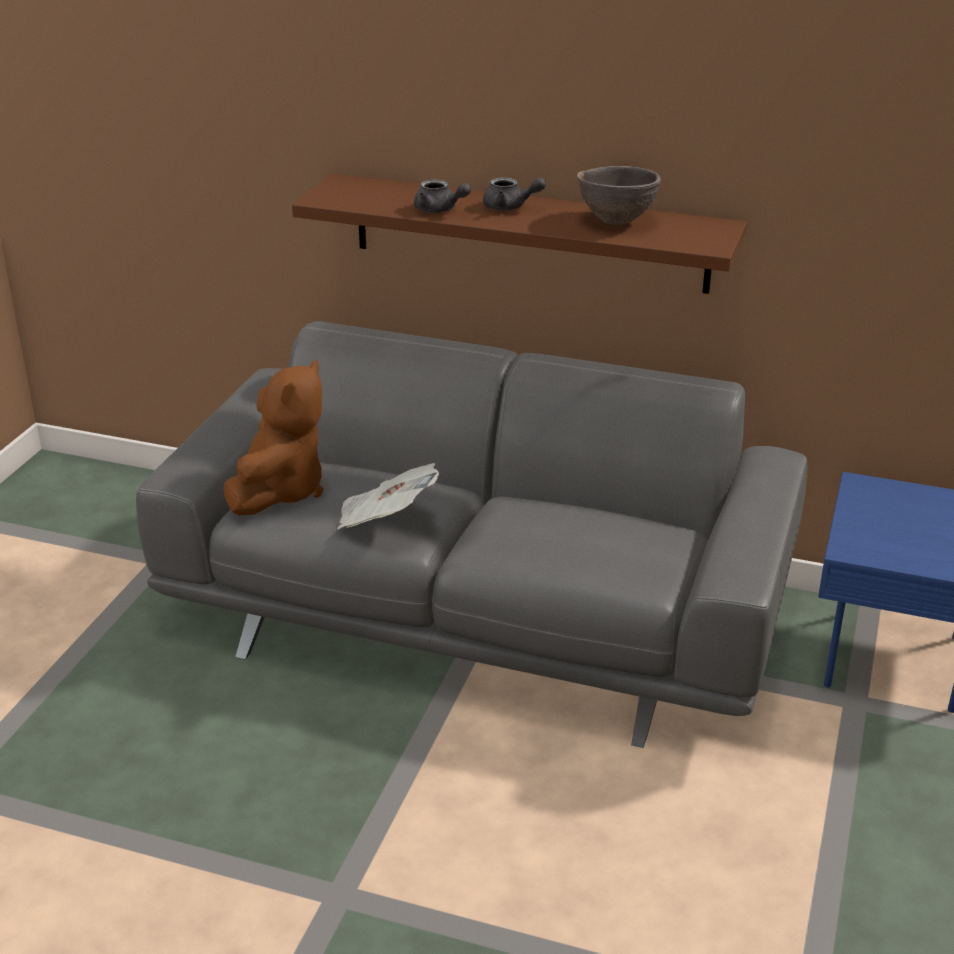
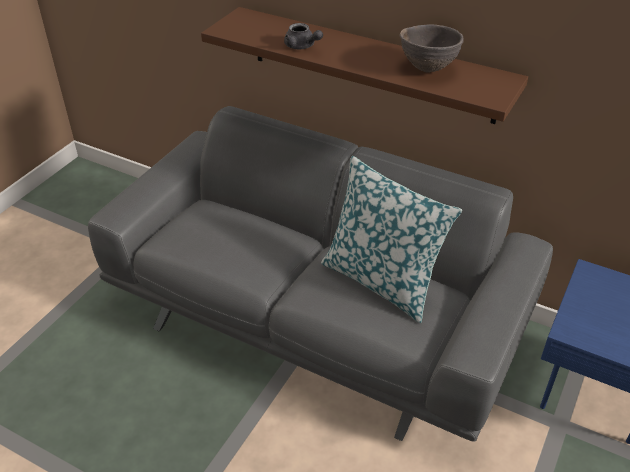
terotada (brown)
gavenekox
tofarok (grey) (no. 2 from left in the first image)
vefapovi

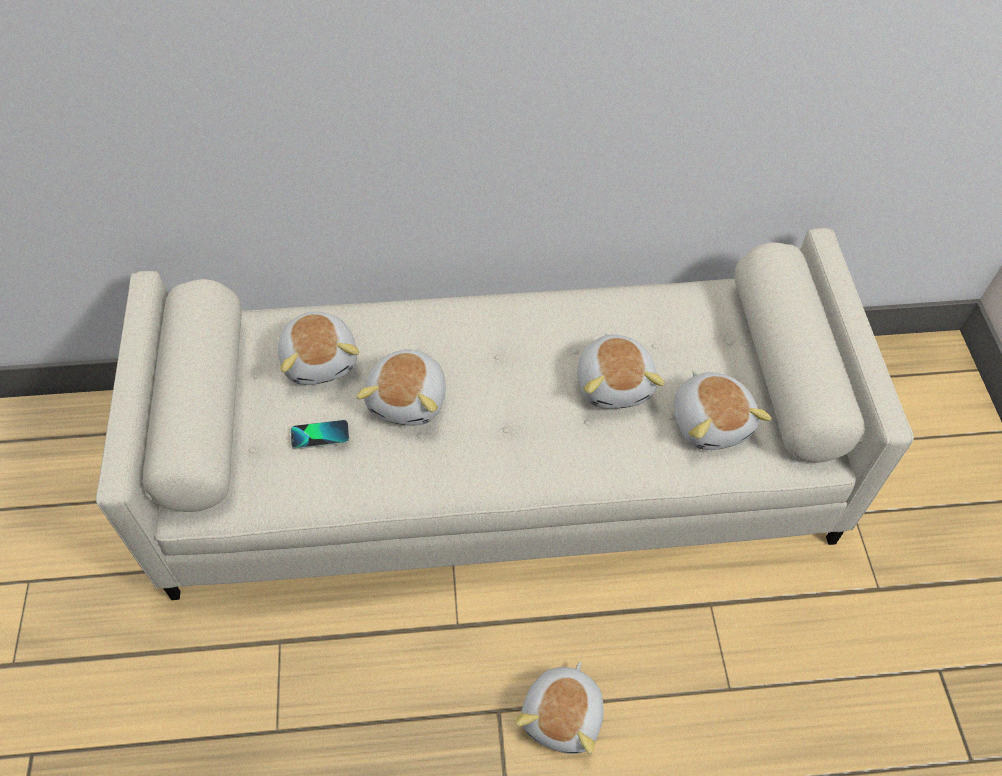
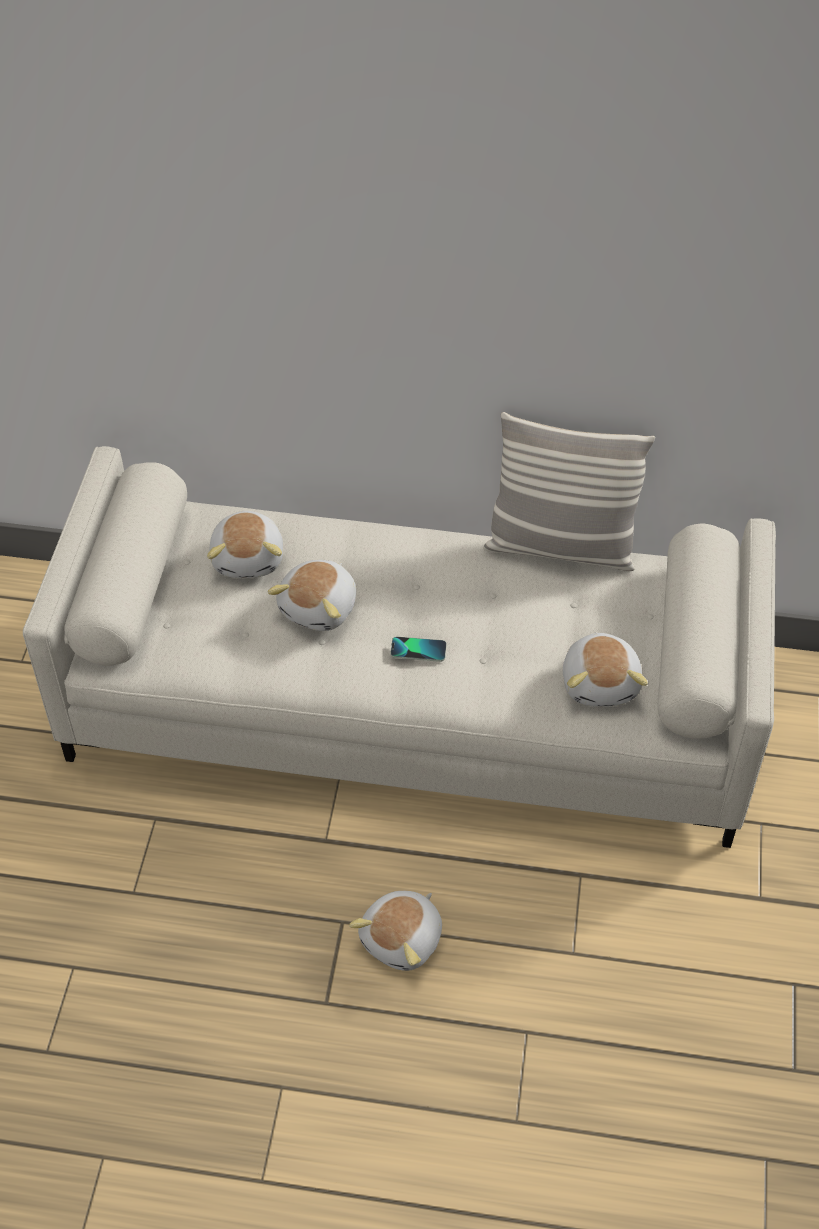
terotada (no. 4 from left in the first image)
vefapovi
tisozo

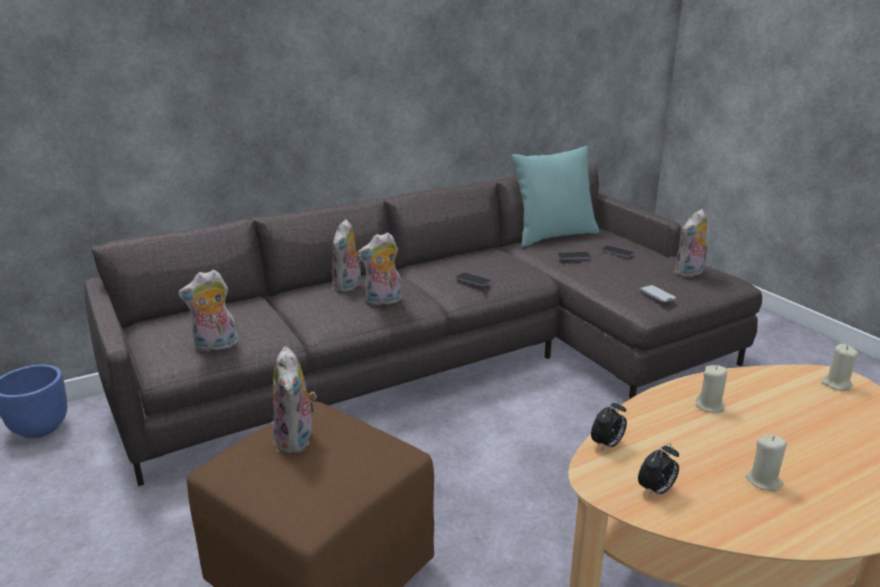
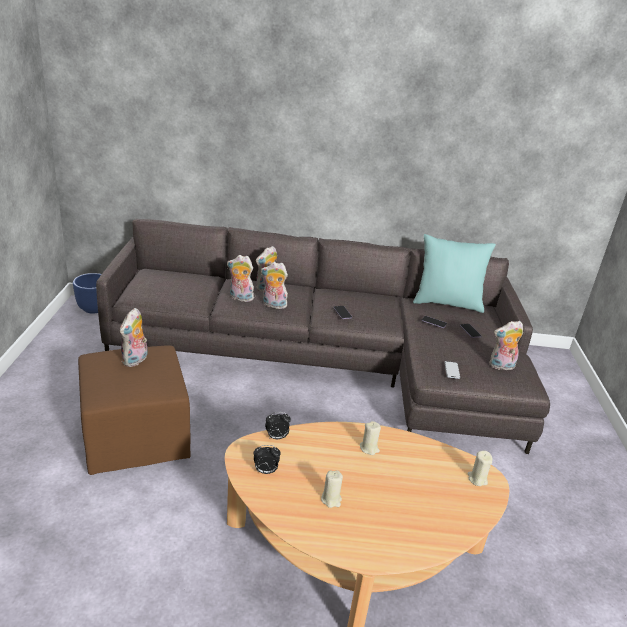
terotada (no. 2 from left)

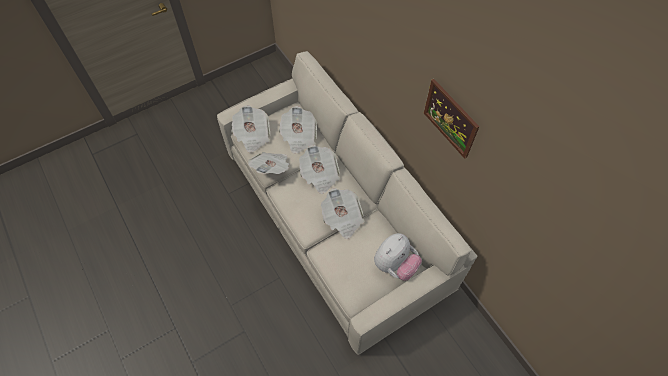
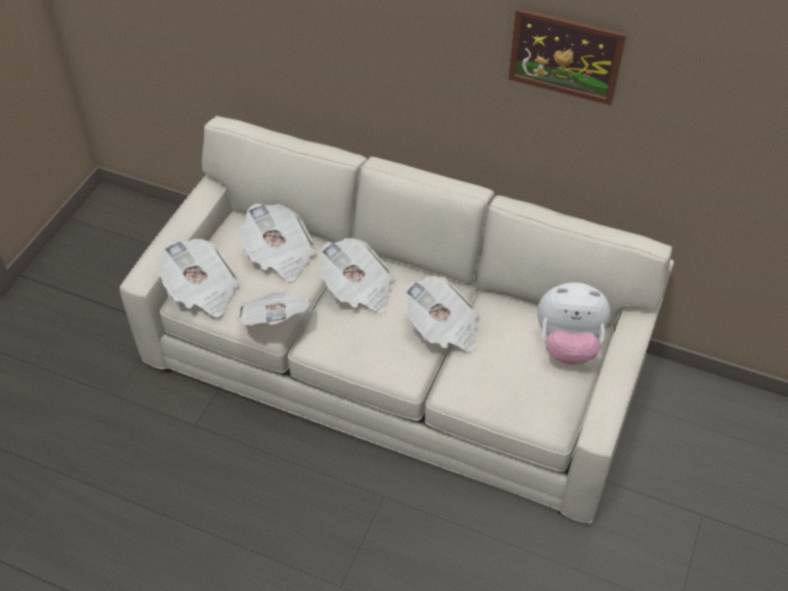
terotada

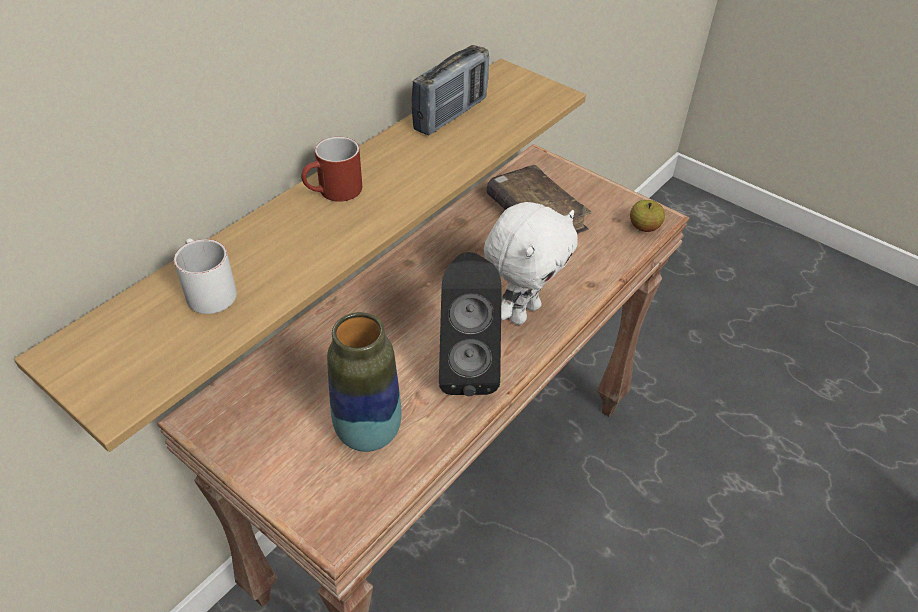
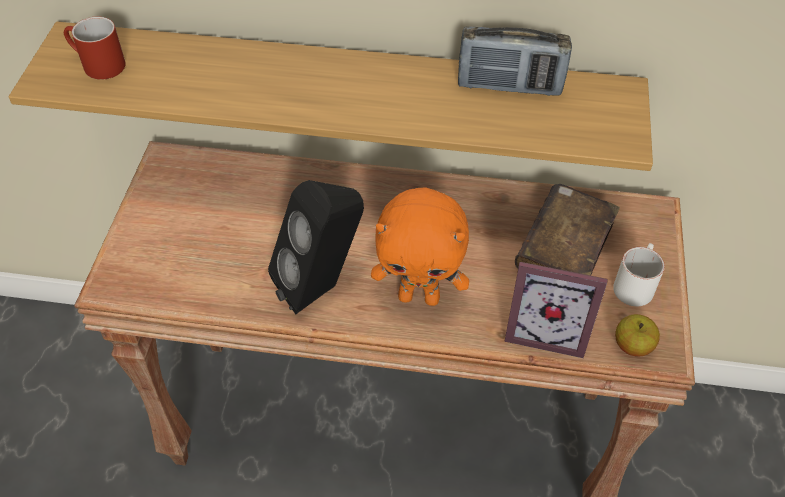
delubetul
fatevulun
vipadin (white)
vipadin (red)
terotada (orange)

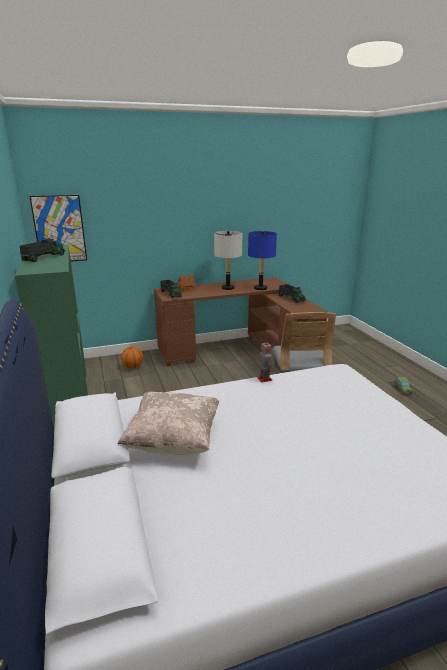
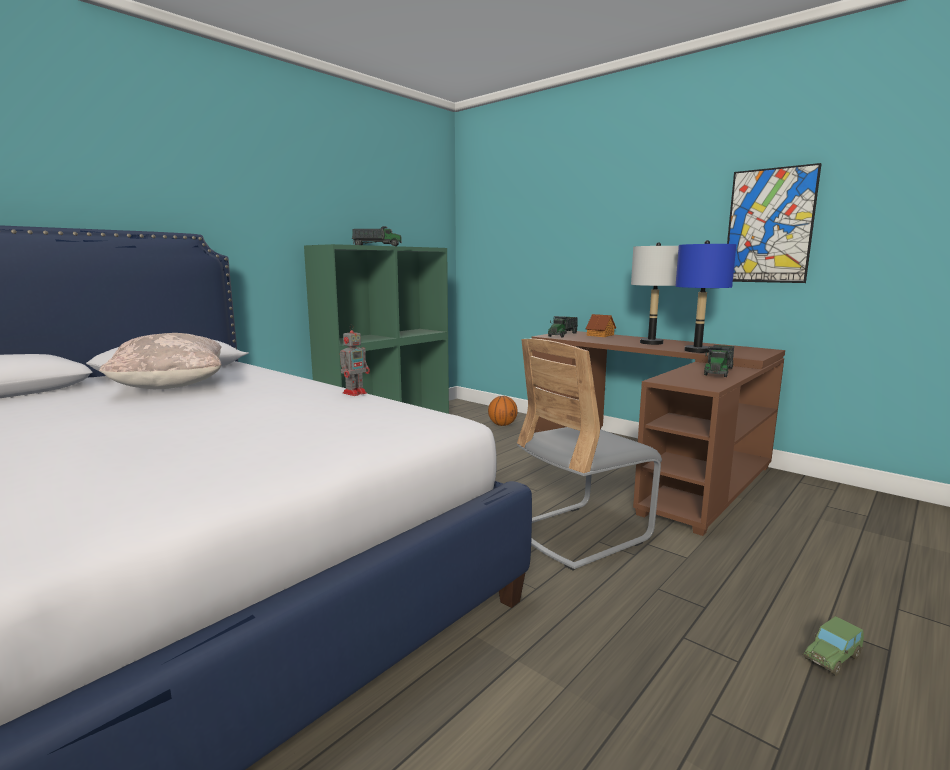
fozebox

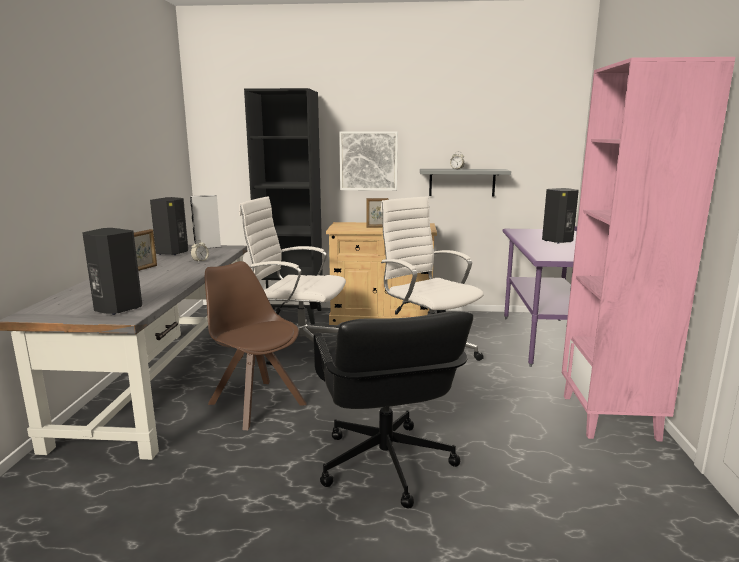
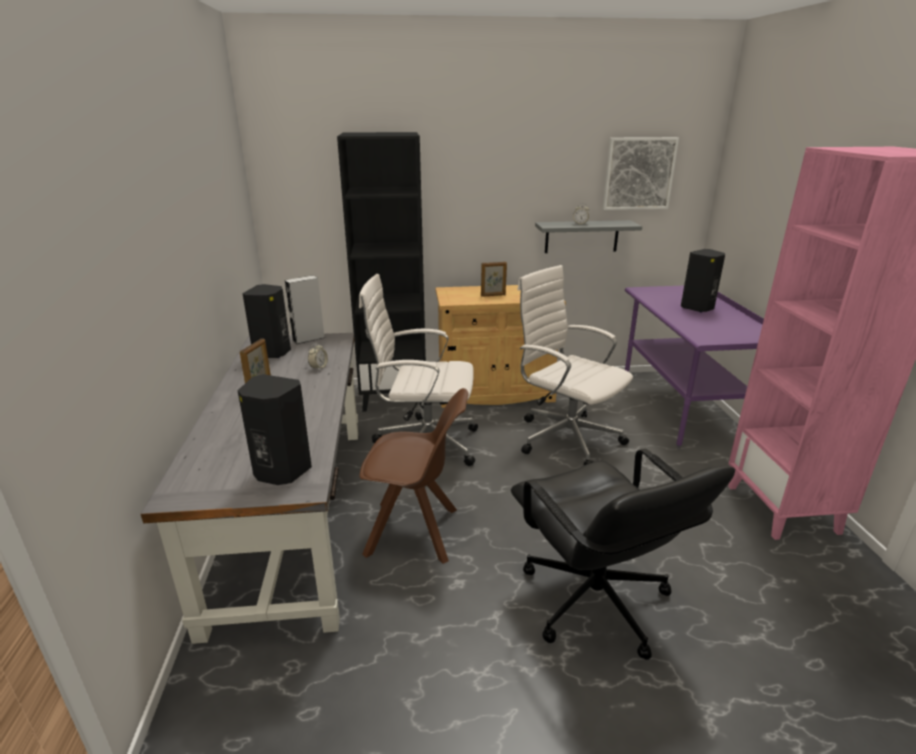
fozebox
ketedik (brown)

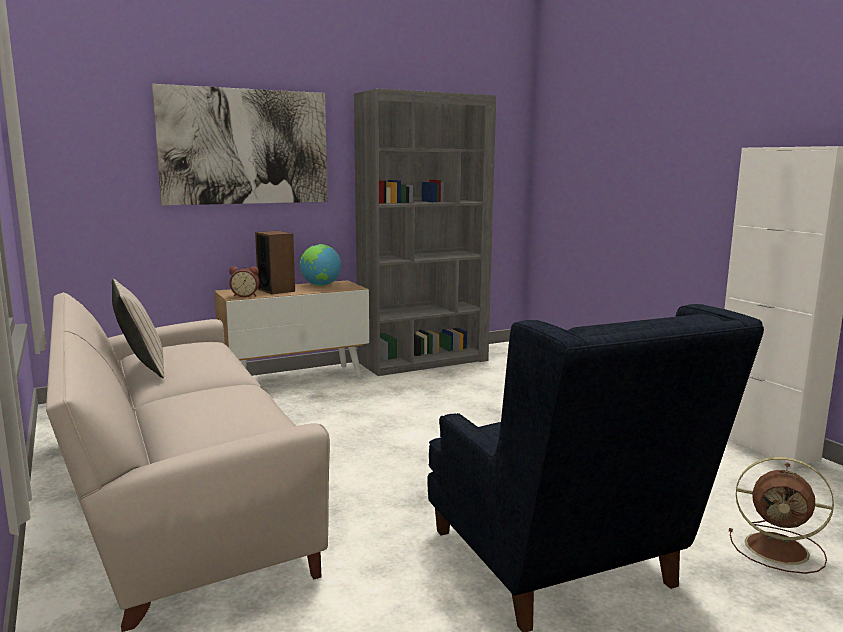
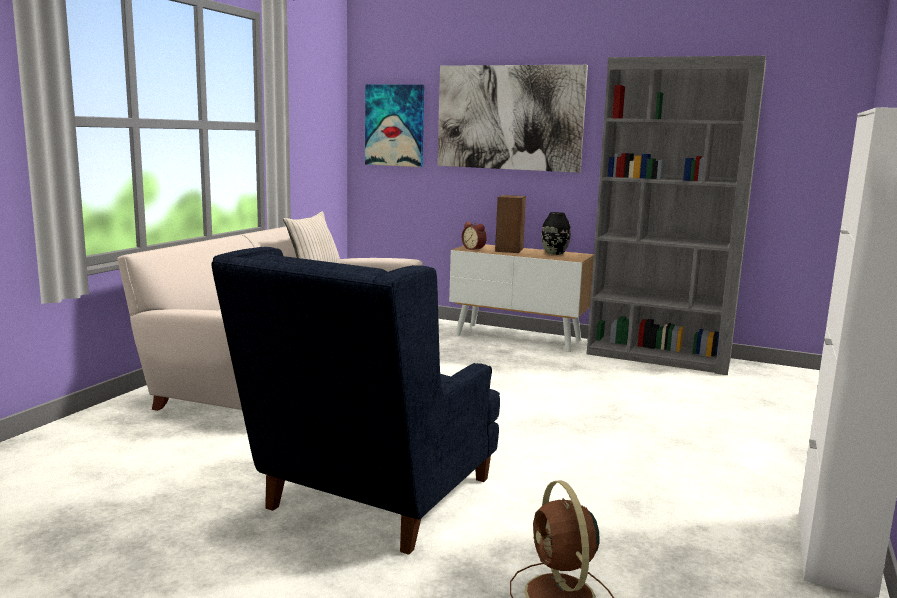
fozebox (no. 1 from left)
delubetul (black)

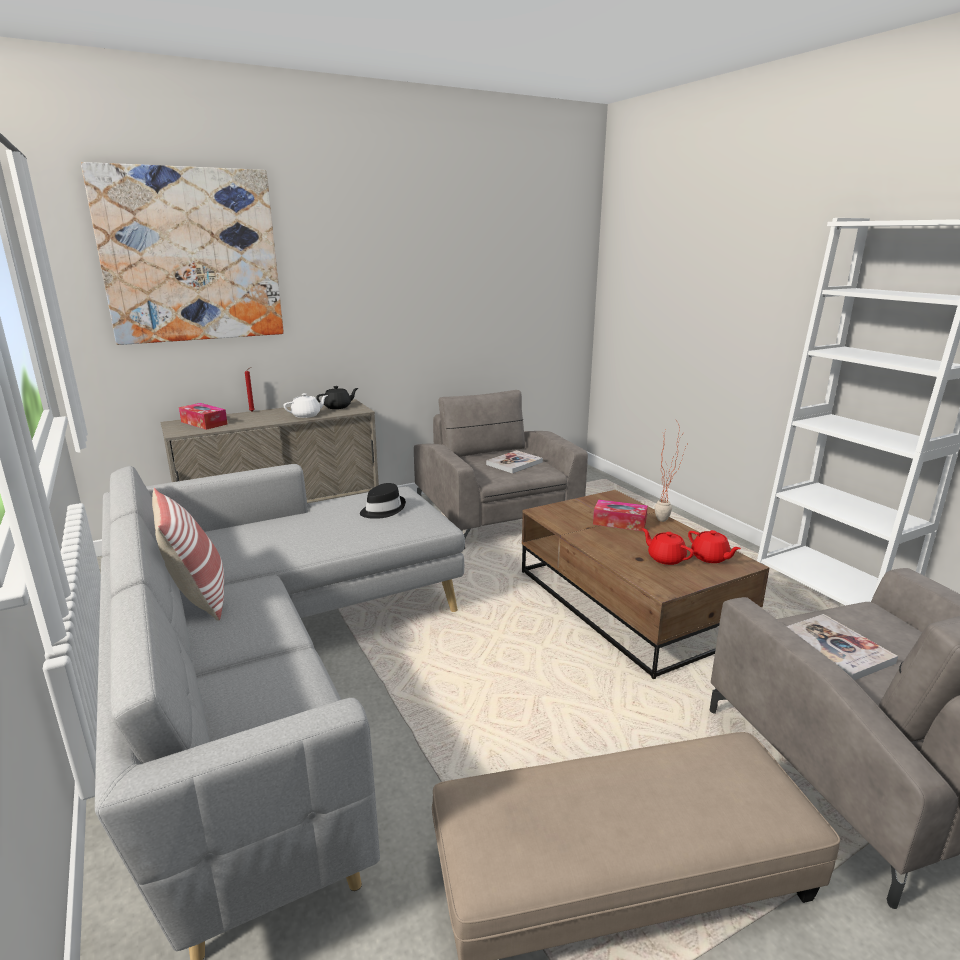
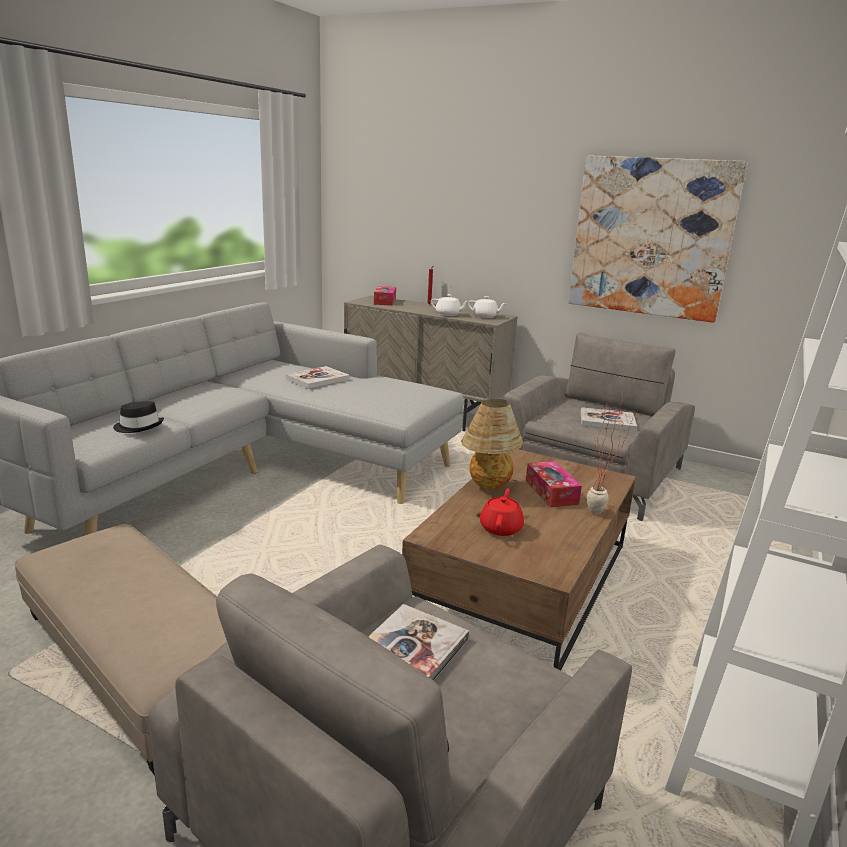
vefapovi
tofarok (red) (no. 2 from left in the first image)
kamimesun (no. 1 from left)
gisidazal
fozebox
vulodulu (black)
tofarok (white) (no. 2 from left)

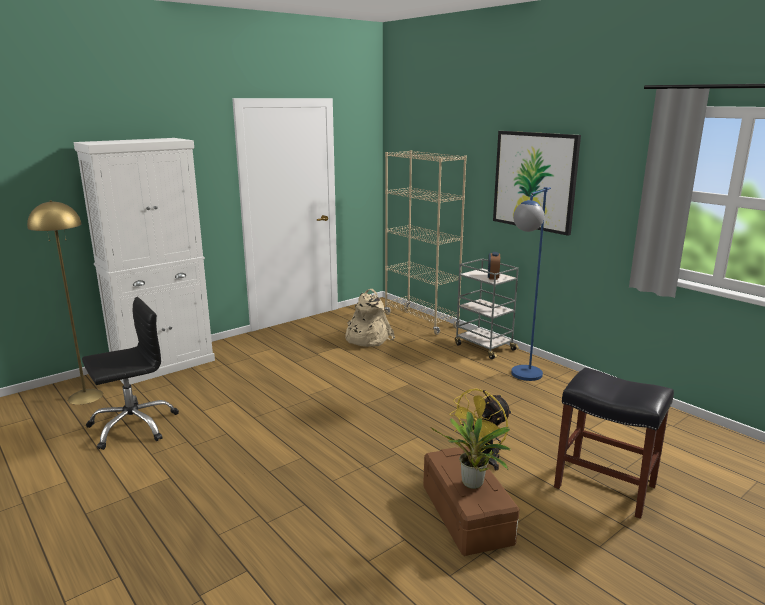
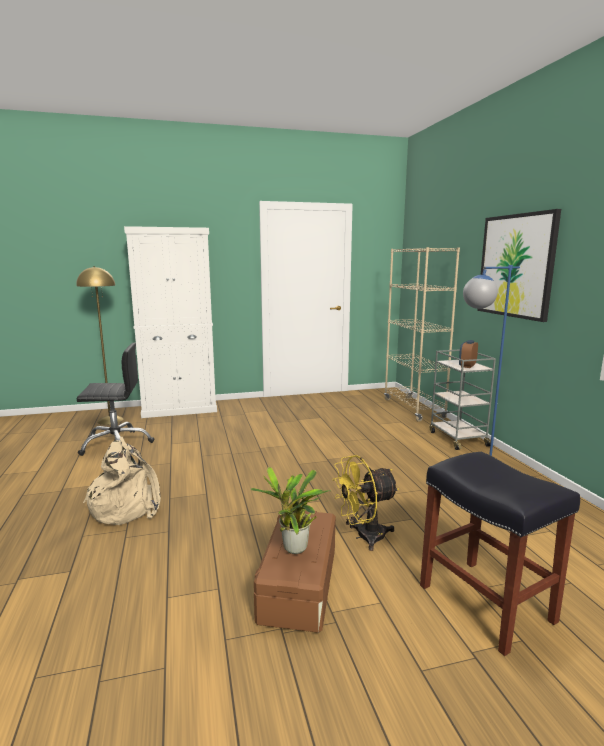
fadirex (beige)

